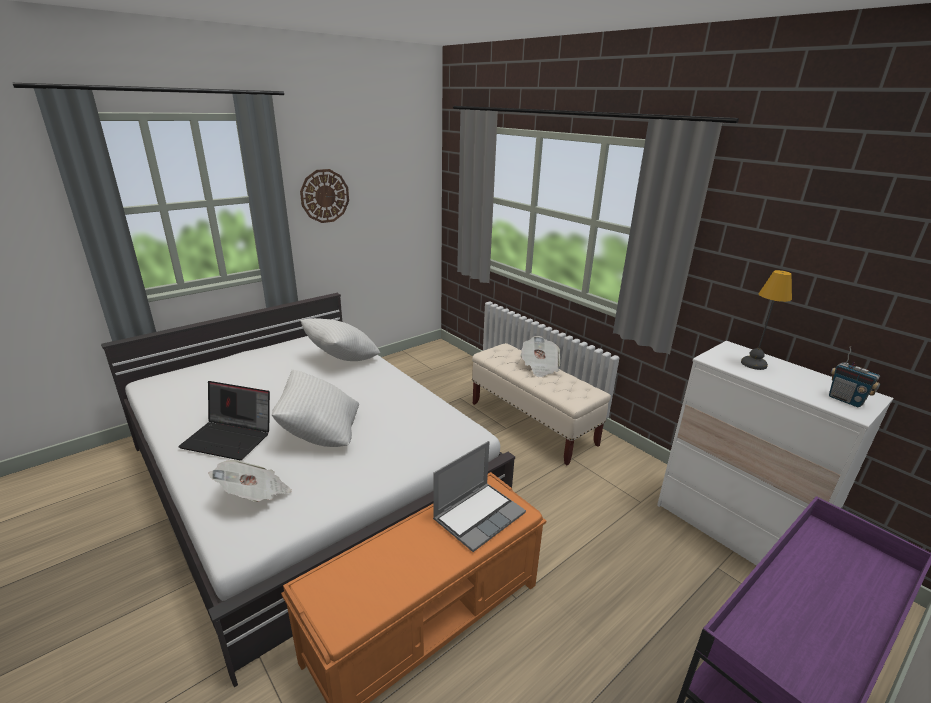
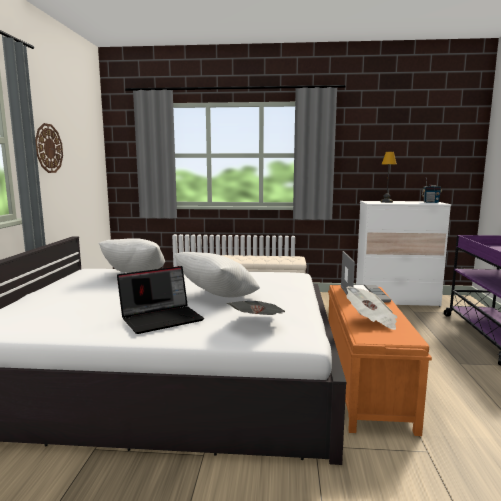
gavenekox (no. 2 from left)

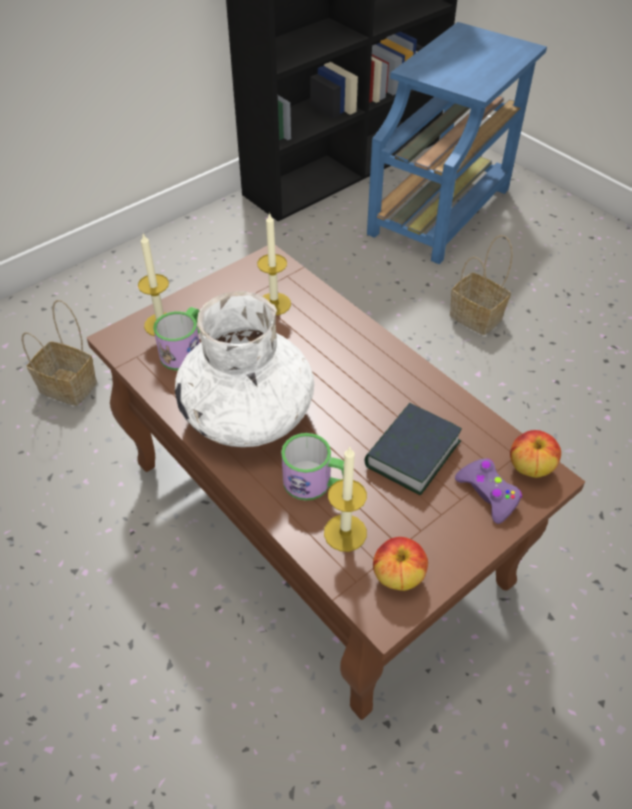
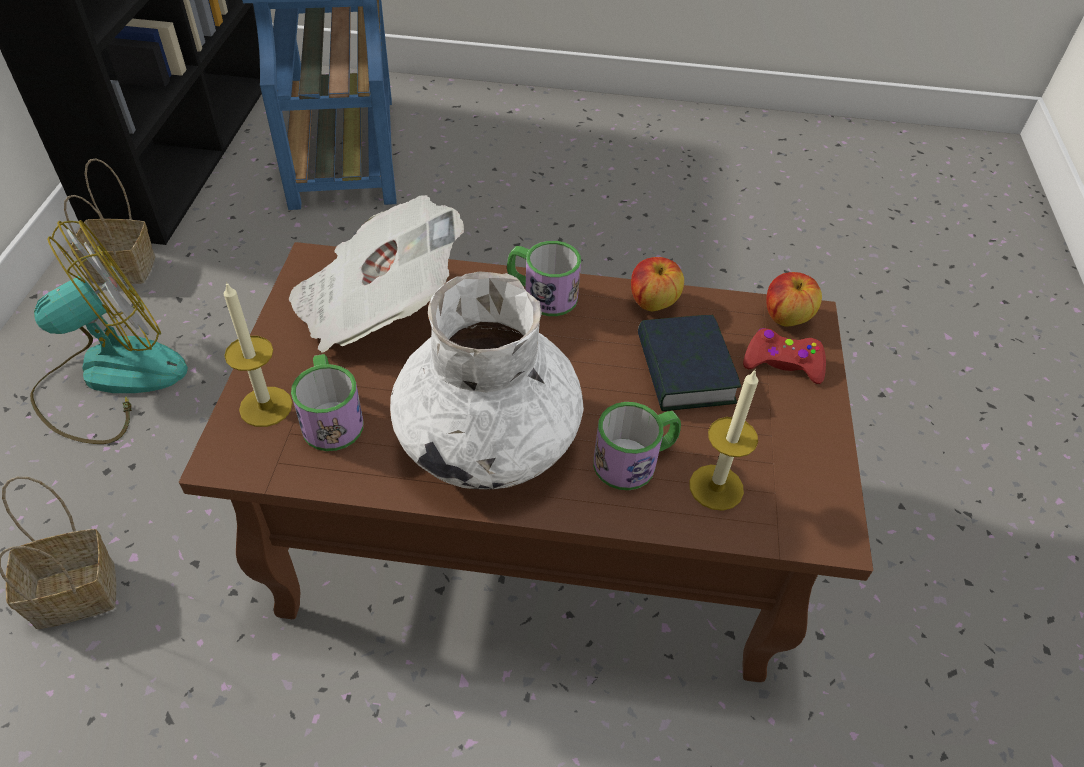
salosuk
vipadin (no. 2 from left)
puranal (no. 1 from left)
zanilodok (no. 2 from left)
gavenekox
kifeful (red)

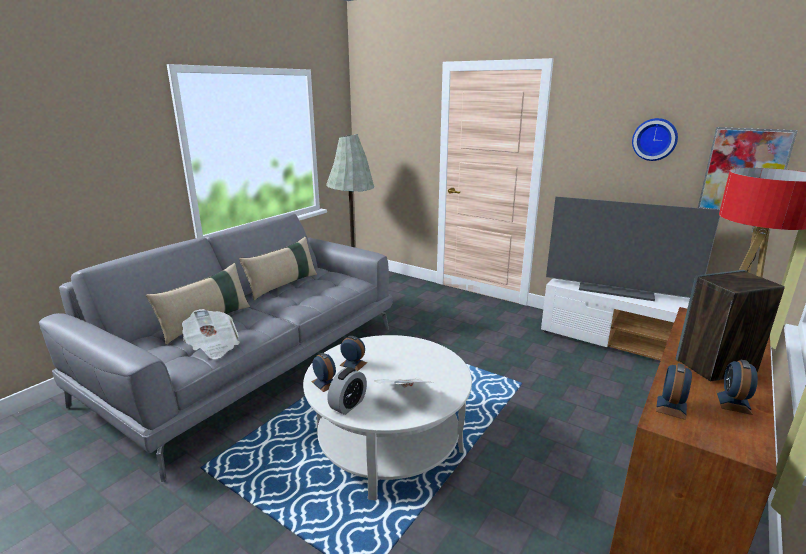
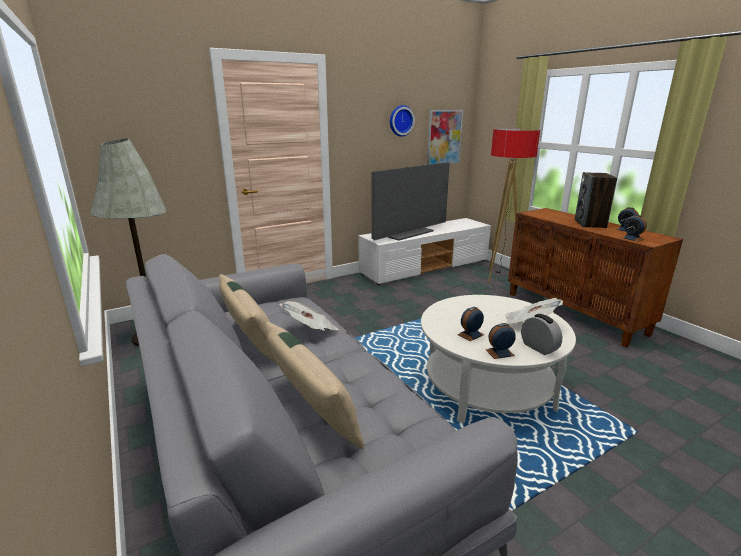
gavenekox (no. 1 from left)

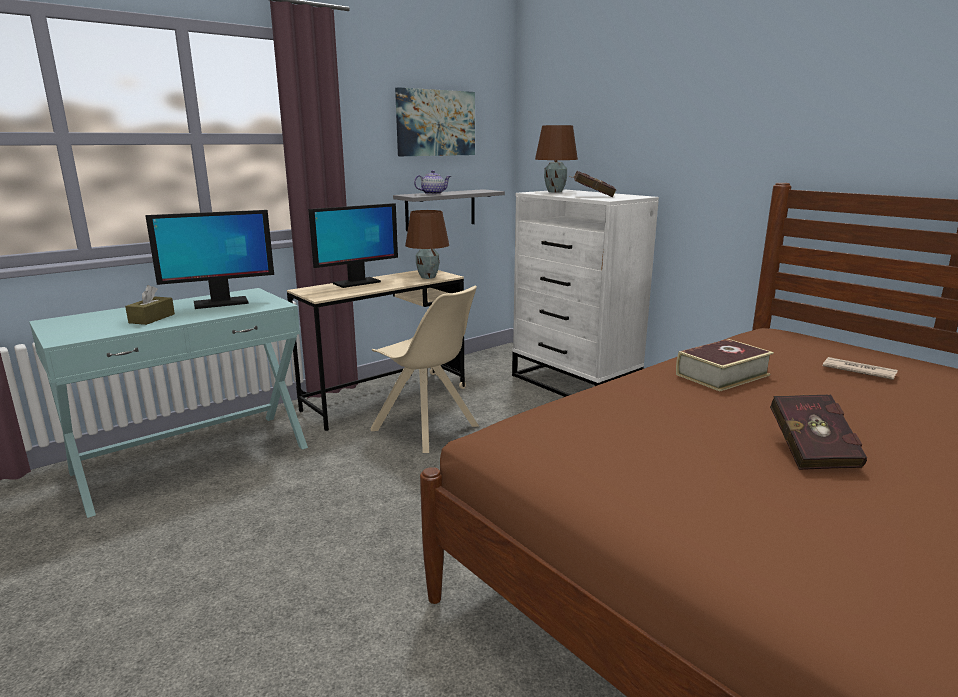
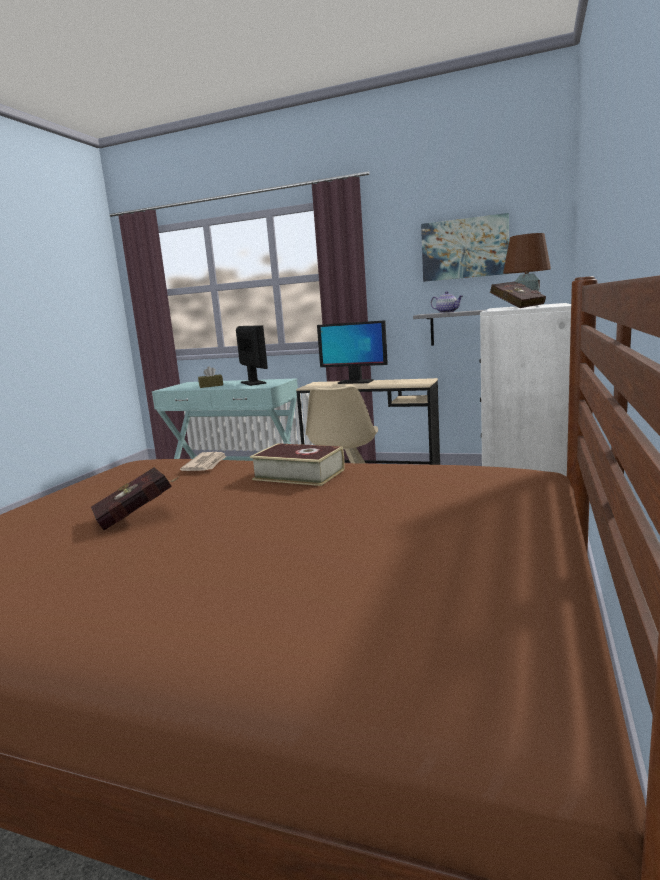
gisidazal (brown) (no. 1 from left in the first image)
gavenekox
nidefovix (no. 1 from left)

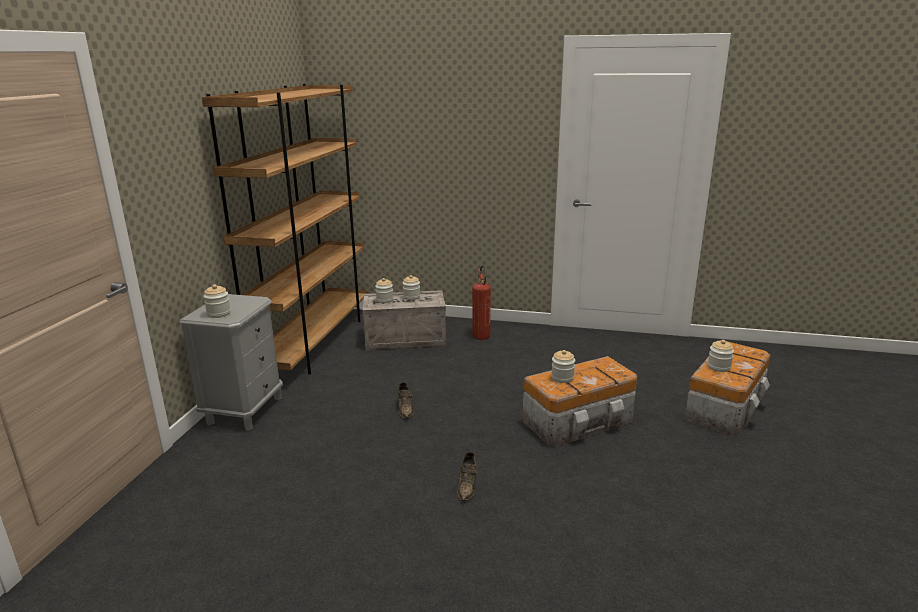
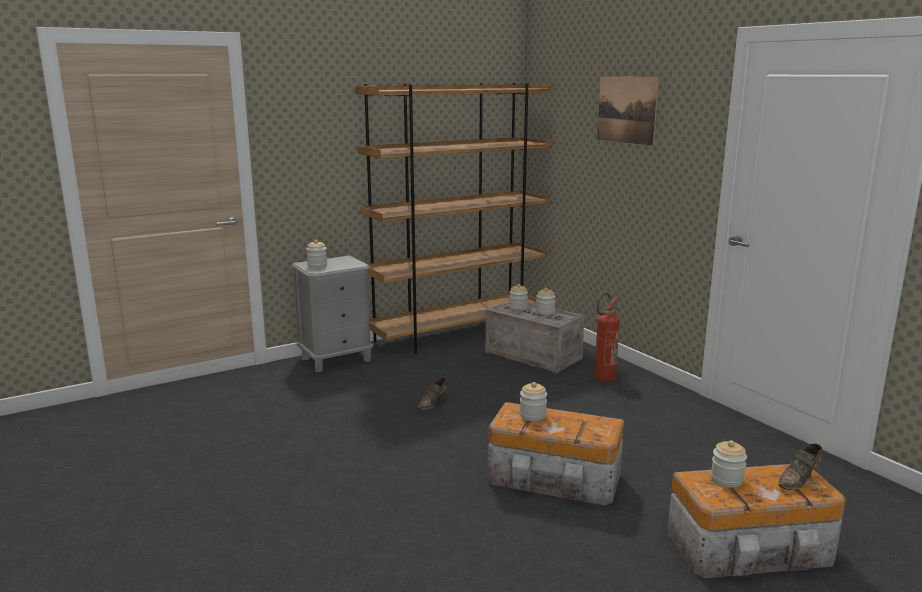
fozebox
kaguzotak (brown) (no. 2 from left)

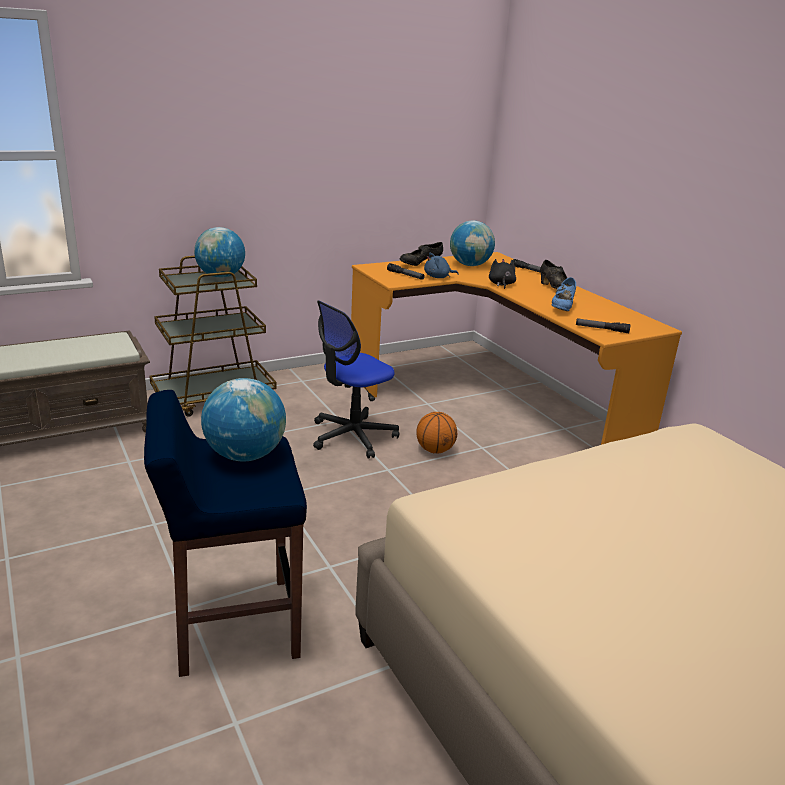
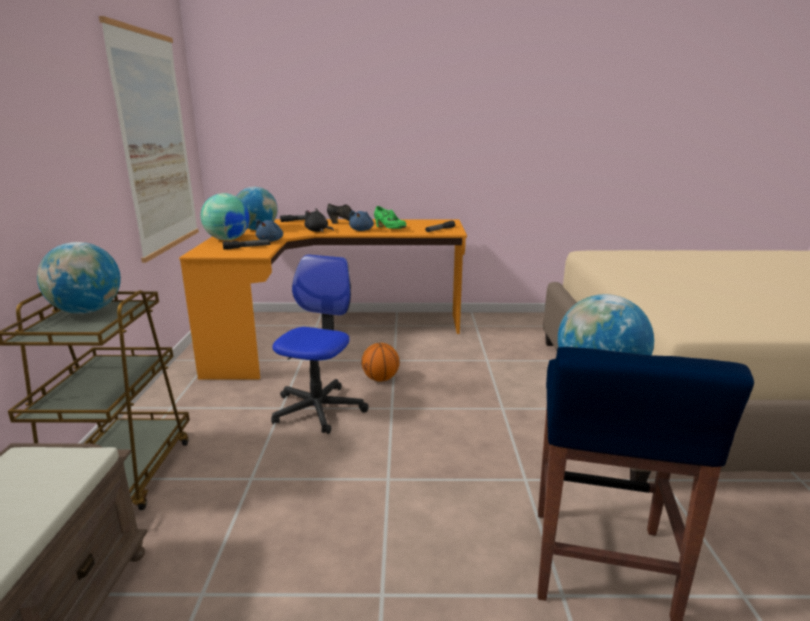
fozebox
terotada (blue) (no. 2 from left)
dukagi (no. 2 from left)
kaguzotak (green)
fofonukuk

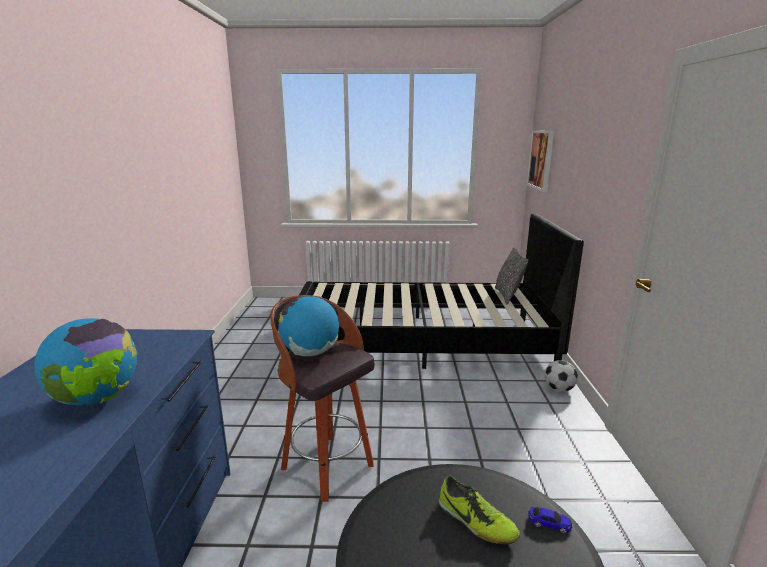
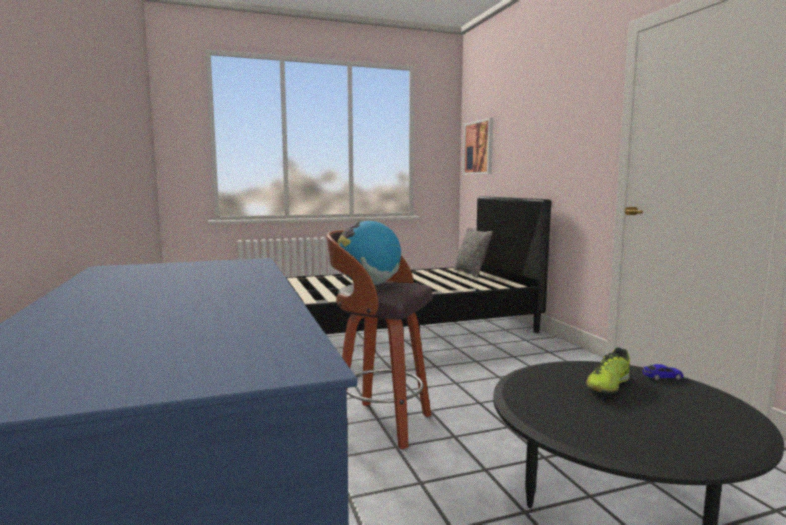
dukagi (no. 1 from left in the first image)
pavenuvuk
kaguzotak

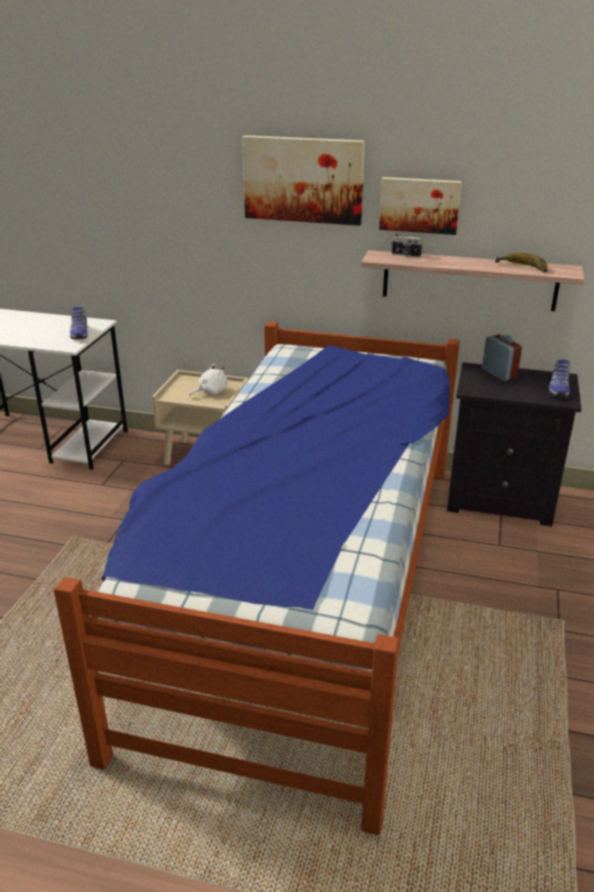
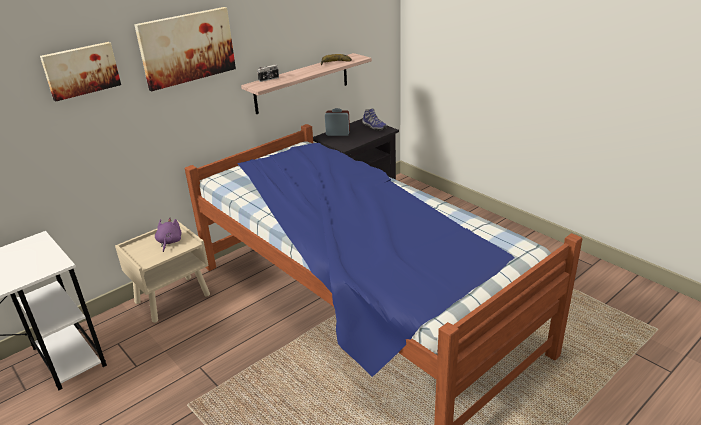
kaguzotak (no. 1 from left in the first image)
fozebox (no. 1 from left)
terotada (purple)

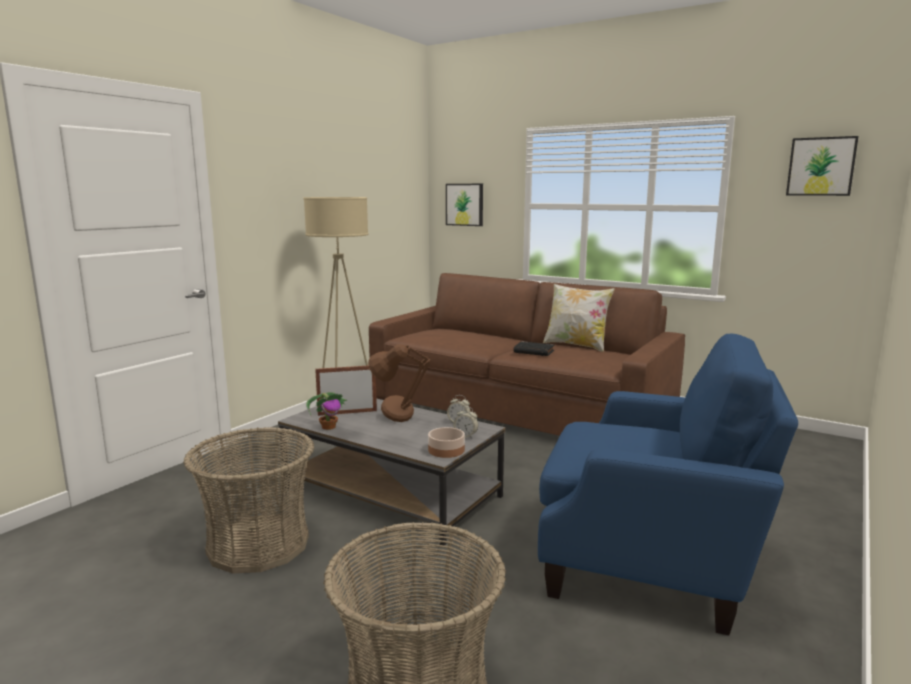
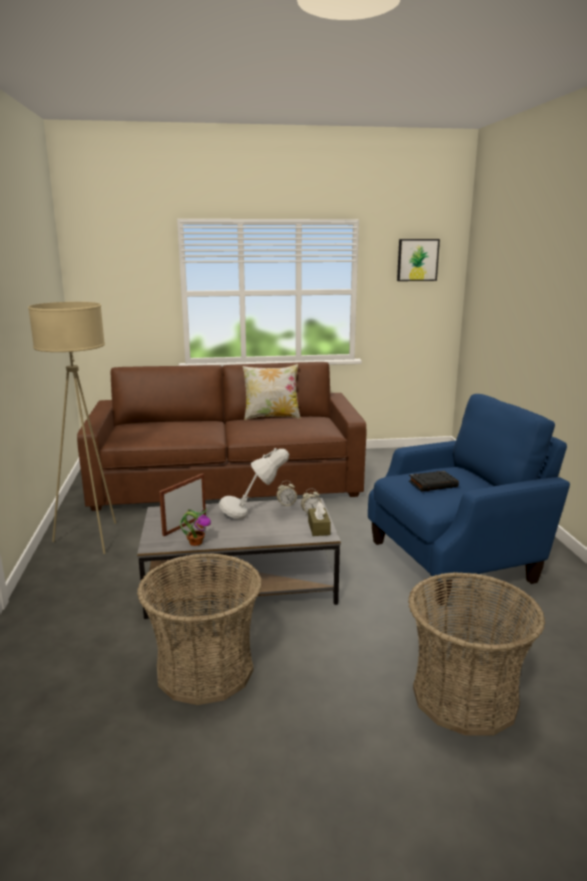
fozebox (no. 1 from left in the first image)
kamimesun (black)
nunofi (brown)
gisidazal (grey)

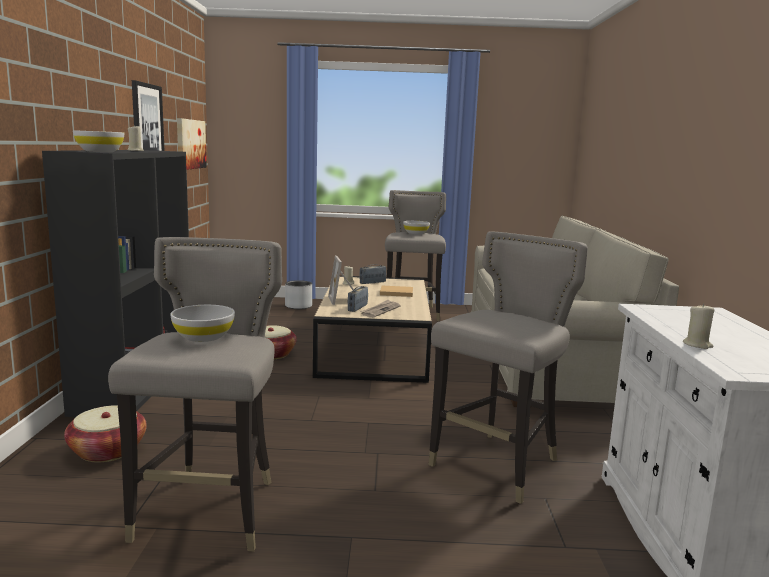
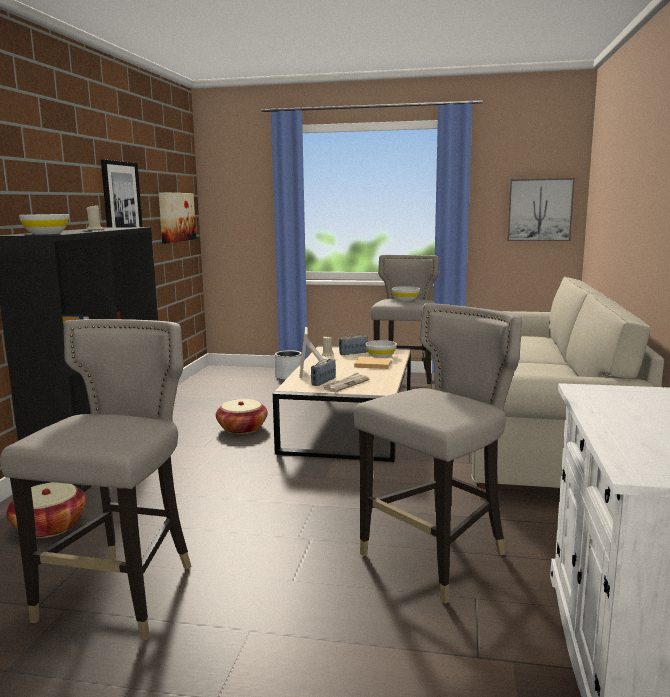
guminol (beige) (no. 3 from left in the first image)
fozebox (no. 3 from left)
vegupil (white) (no. 2 from left)

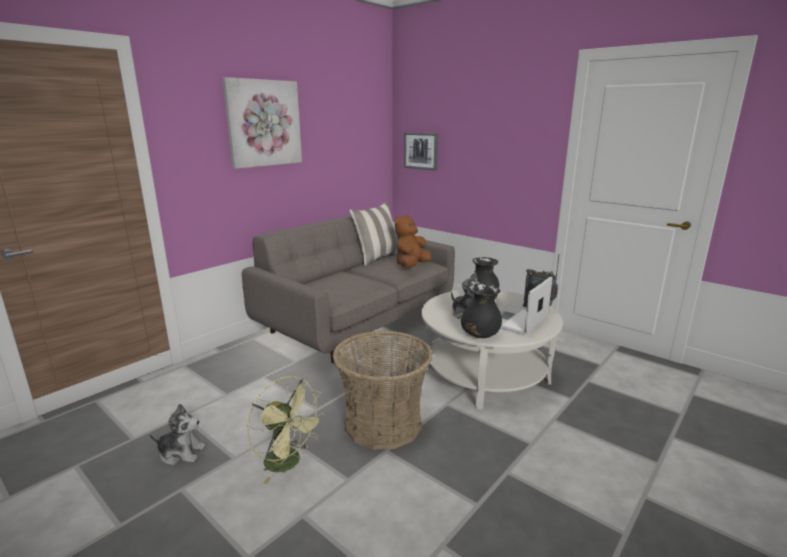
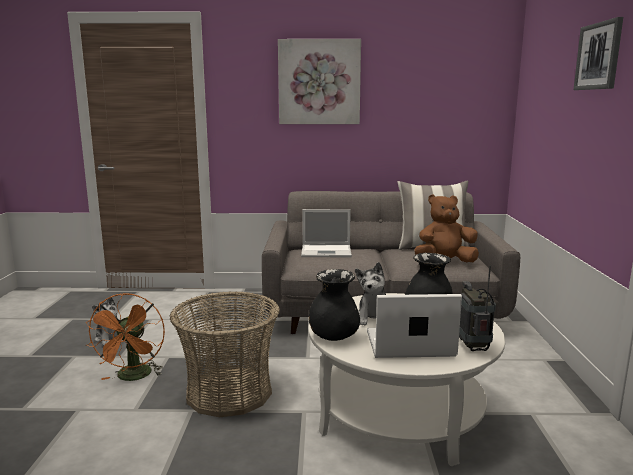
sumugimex (no. 1 from left)
fozebox (no. 2 from left)
salosuk (orange)

